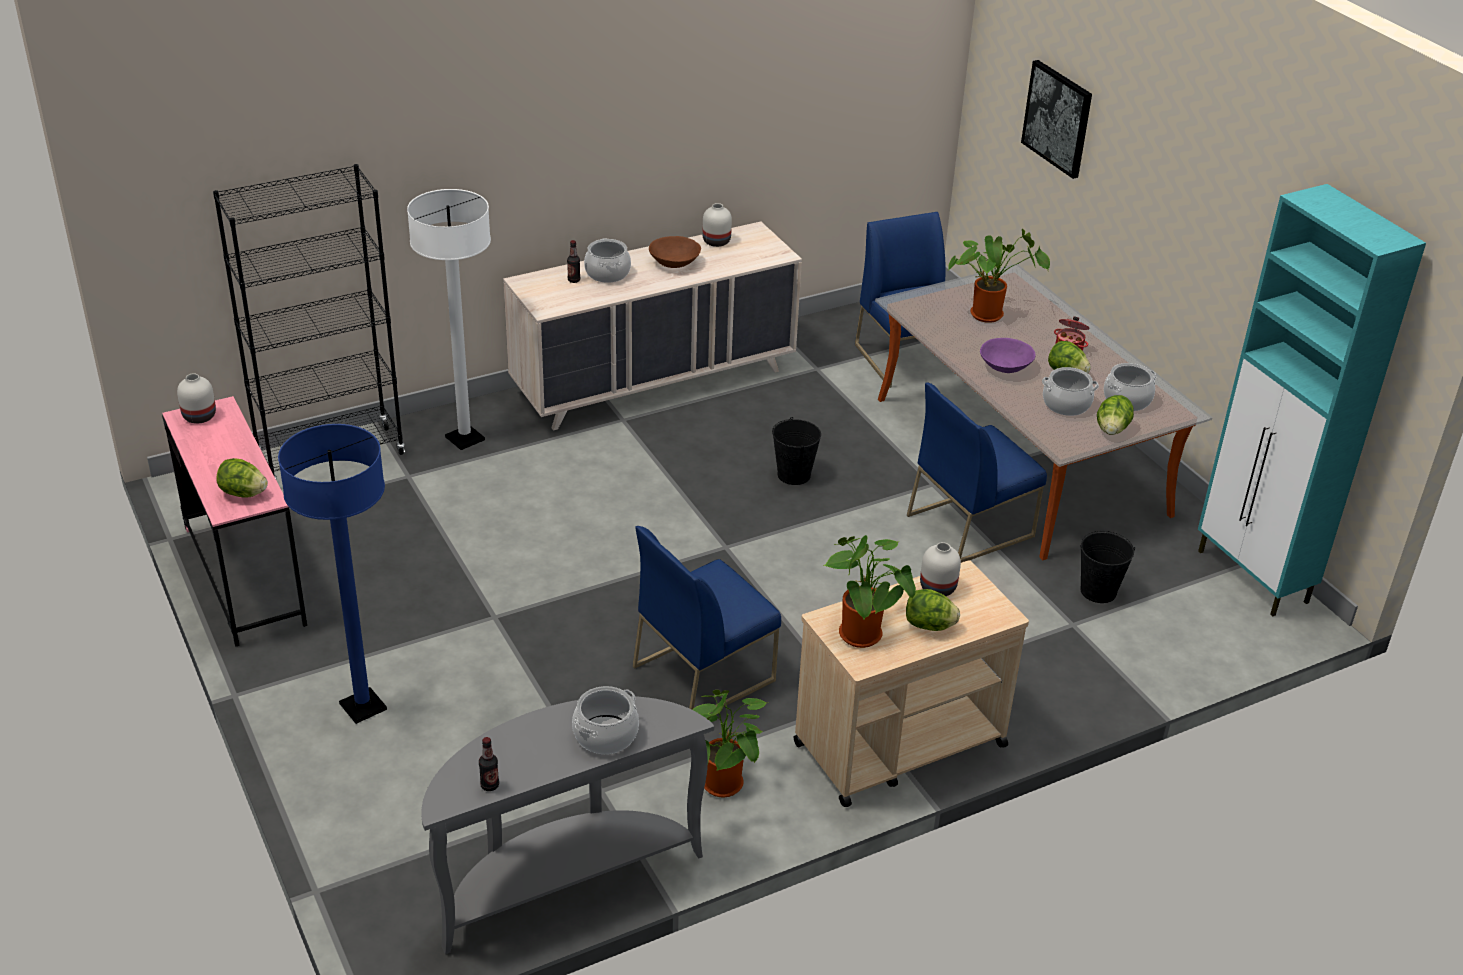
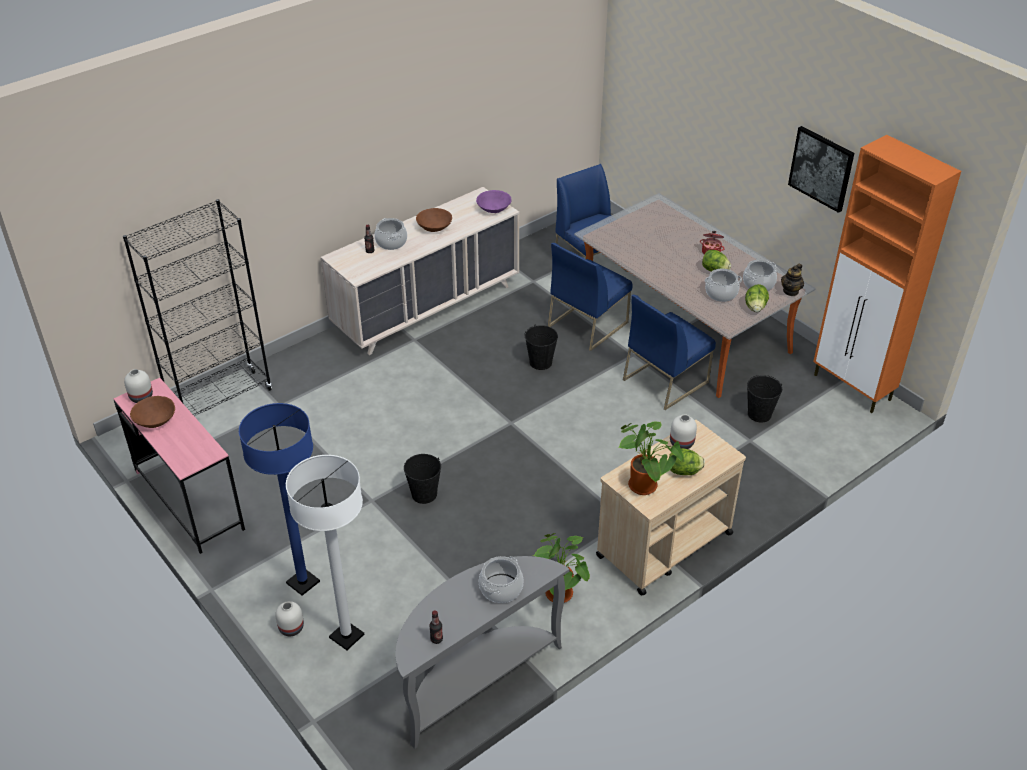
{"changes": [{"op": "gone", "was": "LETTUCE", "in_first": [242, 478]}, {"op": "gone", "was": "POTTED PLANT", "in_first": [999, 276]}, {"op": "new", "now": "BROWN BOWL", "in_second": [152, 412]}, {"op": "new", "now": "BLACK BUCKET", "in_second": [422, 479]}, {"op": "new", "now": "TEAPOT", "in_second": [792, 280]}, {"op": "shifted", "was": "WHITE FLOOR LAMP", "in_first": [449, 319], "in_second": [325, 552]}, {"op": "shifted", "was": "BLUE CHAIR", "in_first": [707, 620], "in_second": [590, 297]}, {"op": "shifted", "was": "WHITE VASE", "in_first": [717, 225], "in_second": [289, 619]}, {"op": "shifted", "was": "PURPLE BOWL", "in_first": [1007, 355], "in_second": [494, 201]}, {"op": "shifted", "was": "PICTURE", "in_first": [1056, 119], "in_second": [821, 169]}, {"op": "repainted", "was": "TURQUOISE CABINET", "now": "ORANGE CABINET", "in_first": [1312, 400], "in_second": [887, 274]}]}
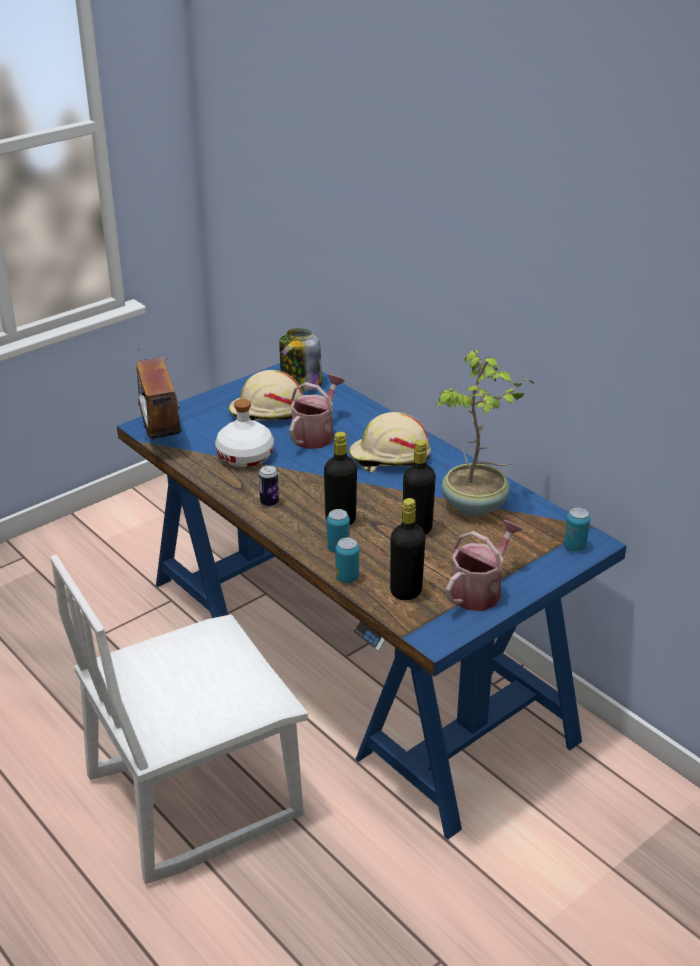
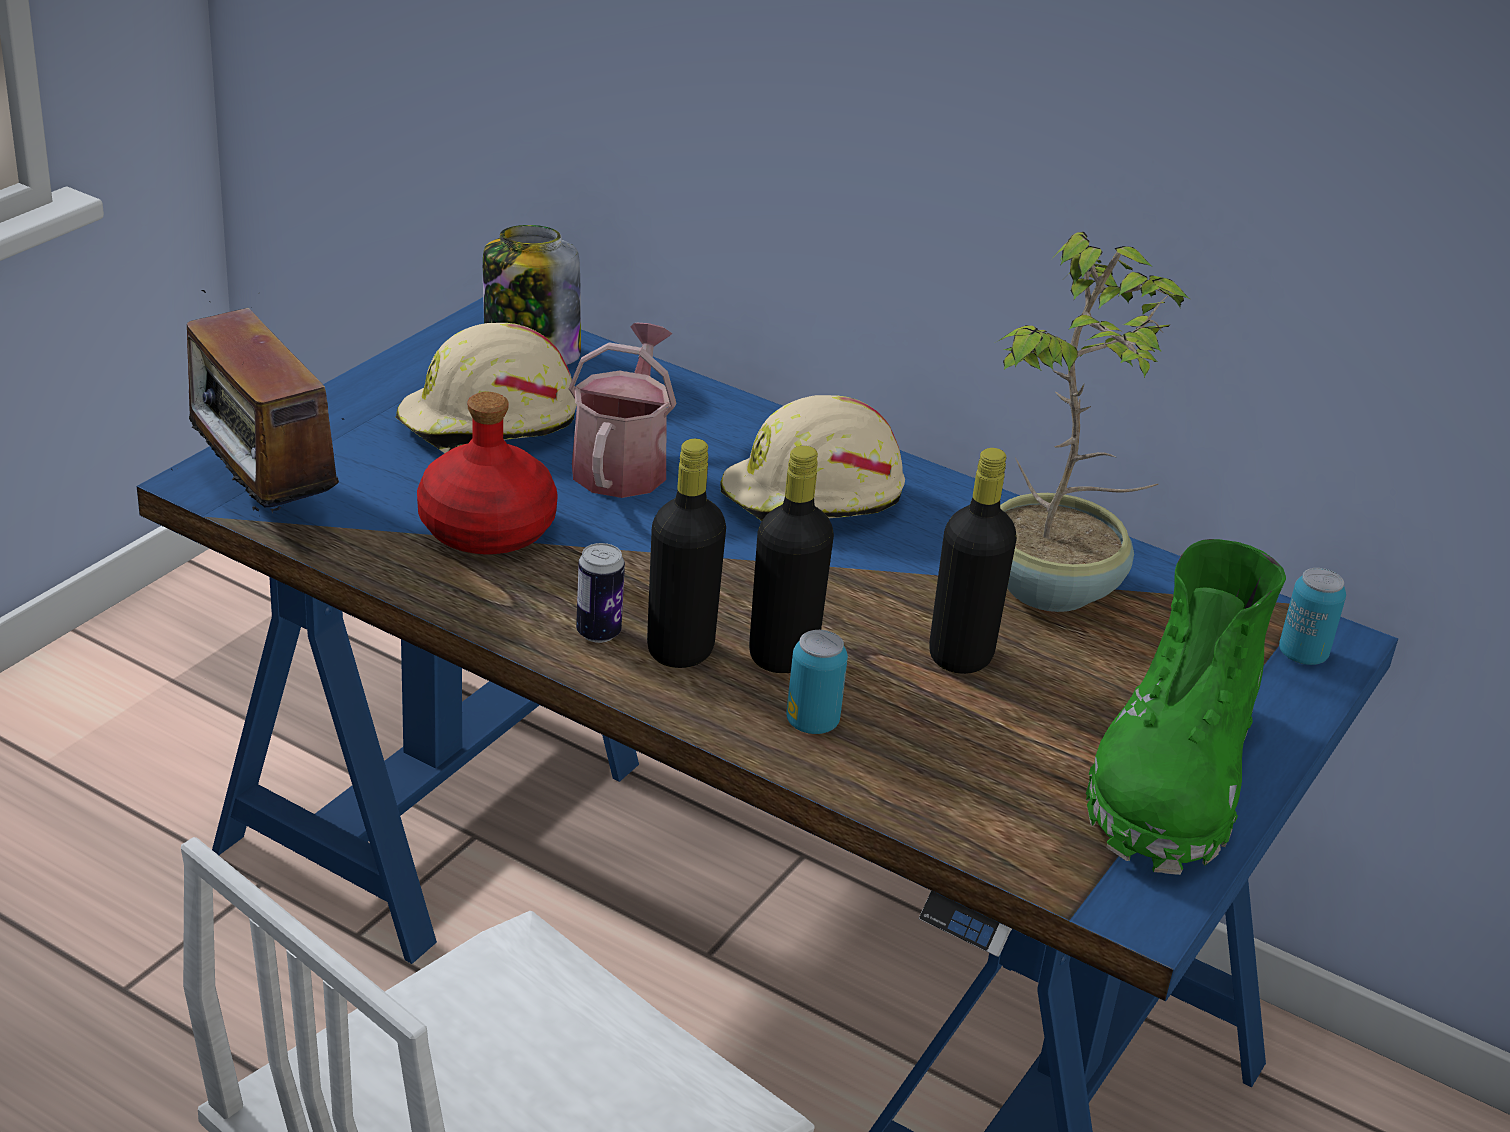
{"changes": [{"op": "gone", "was": "CAN", "in_first": [347, 560]}, {"op": "shifted", "was": "BLACK BOTTLE", "in_first": [407, 549], "in_second": [686, 553]}, {"op": "swapped", "was": "WATERING CAN", "now": "GREEN BOOT", "in_first": [484, 565], "in_second": [1186, 707]}, {"op": "repainted", "was": "WHITE BOTTLE", "now": "RED BOTTLE", "in_first": [244, 433], "in_second": [487, 473]}]}
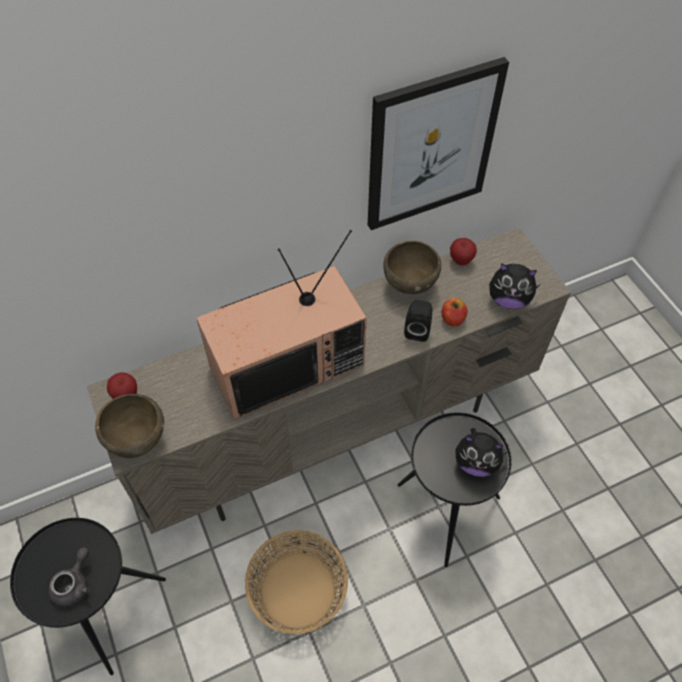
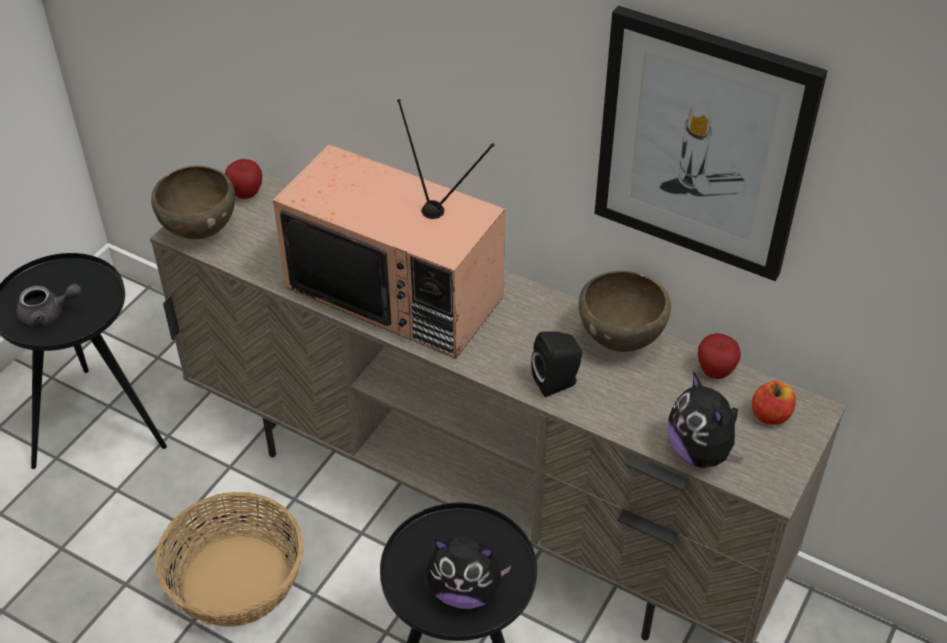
{"changes": [{"op": "shifted", "was": "APPLE", "in_first": [455, 312], "in_second": [774, 403]}, {"op": "rotated", "was": "PLUSH TOY", "in_first": [481, 452], "in_second": [469, 572], "clockwise": -60}]}
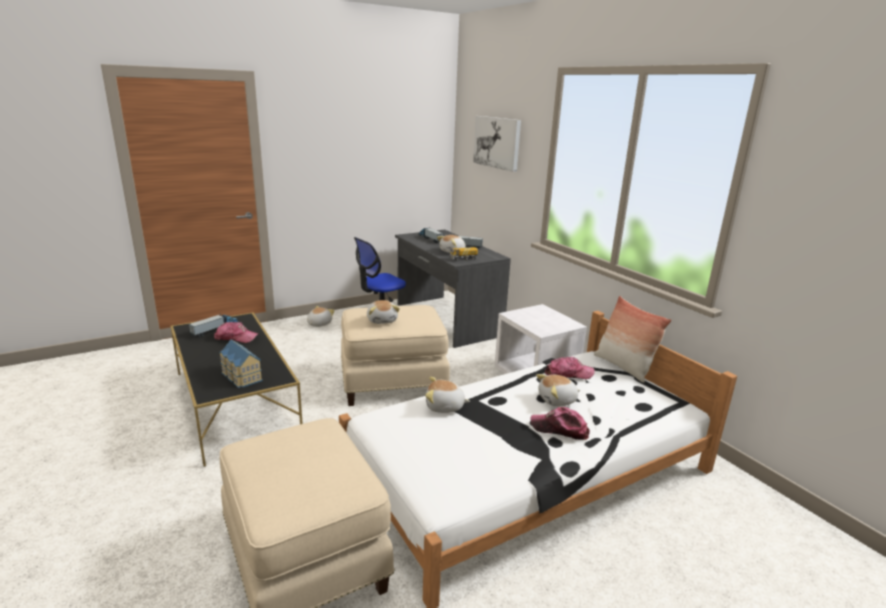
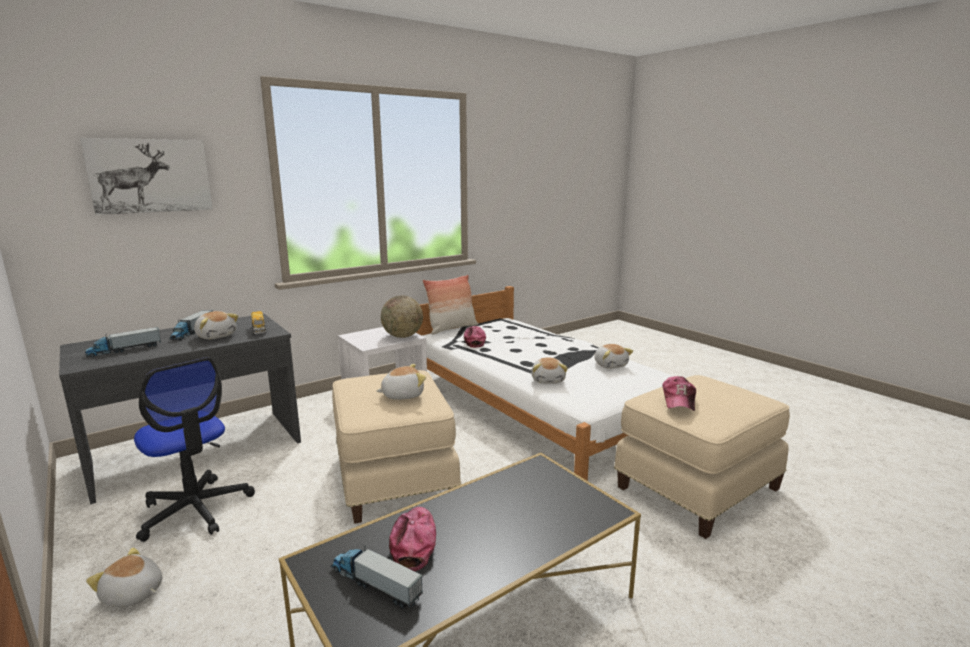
{"changes": [{"op": "gone", "was": "TOY HOUSE", "in_first": [241, 363]}, {"op": "new", "now": "GLOBE", "in_second": [402, 316]}, {"op": "shifted", "was": "CAP", "in_first": [560, 423], "in_second": [679, 393]}, {"op": "shifted", "was": "PLUSH TOY", "in_first": [558, 390], "in_second": [613, 356]}]}
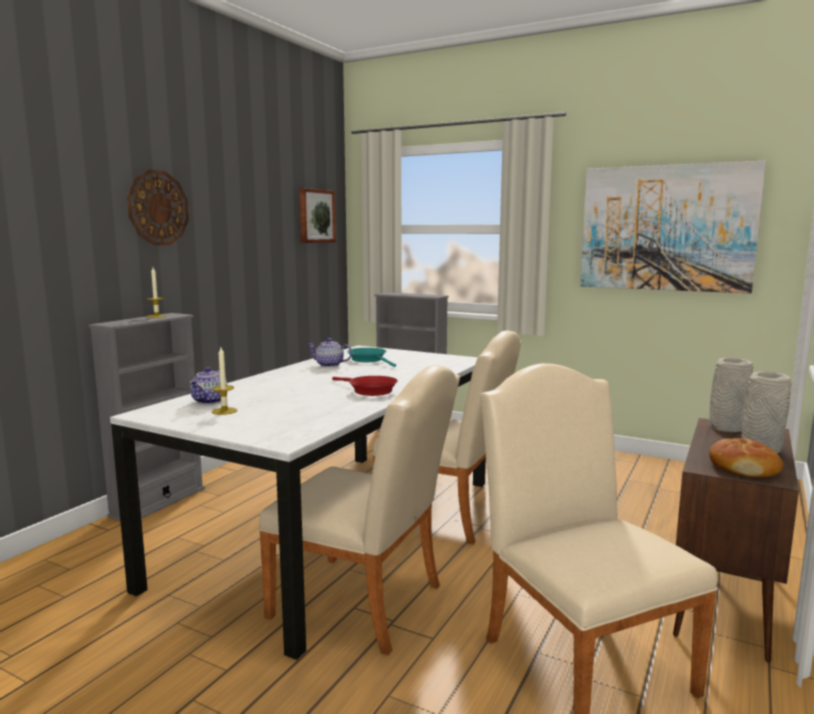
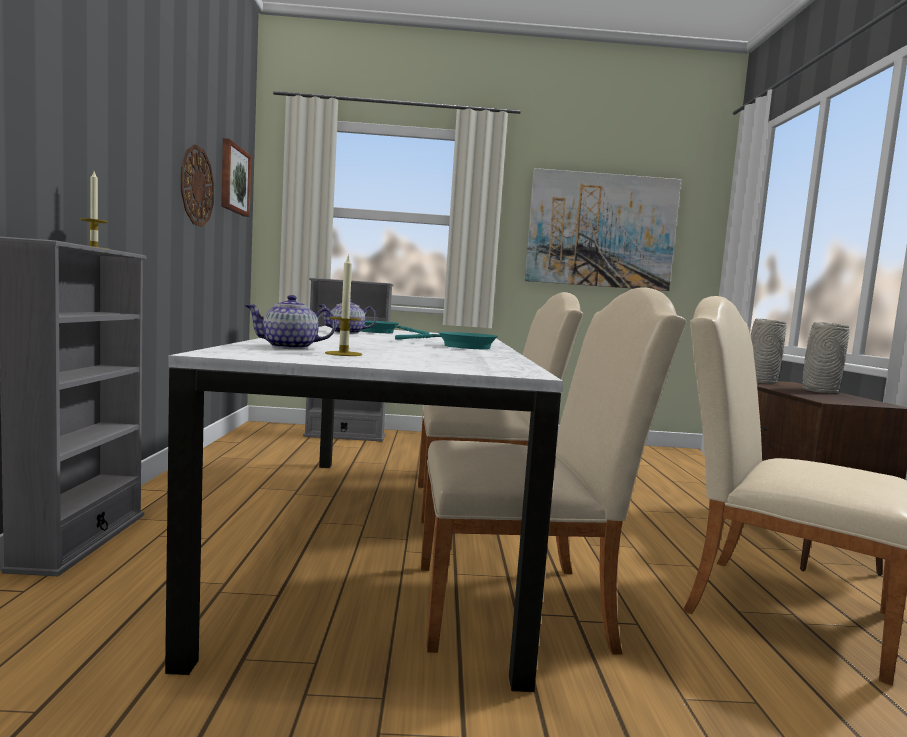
{"changes": [{"op": "gone", "was": "BREAD", "in_first": [746, 457]}, {"op": "shifted", "was": "WALL CLOCK", "in_first": [158, 208], "in_second": [197, 185]}, {"op": "repainted", "was": "RED FRYING PAN", "now": "TURQUOISE FRYING PAN", "in_first": [365, 386], "in_second": [446, 340]}, {"op": "rotated", "was": "TEAPOT", "in_first": [208, 385], "in_second": [290, 322], "clockwise": 90}]}
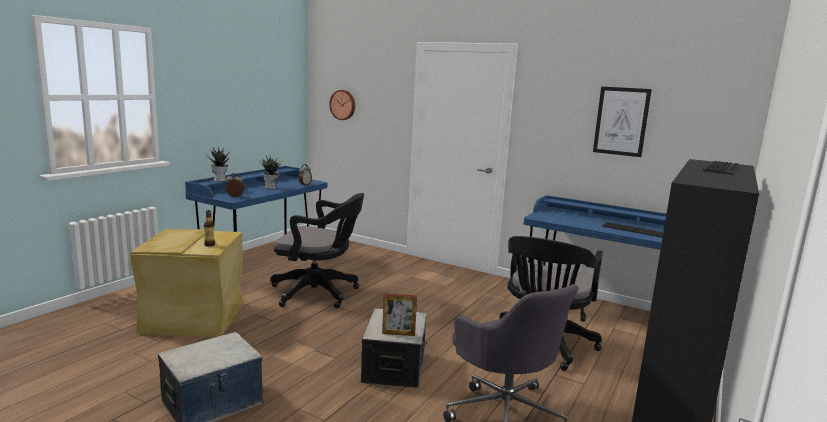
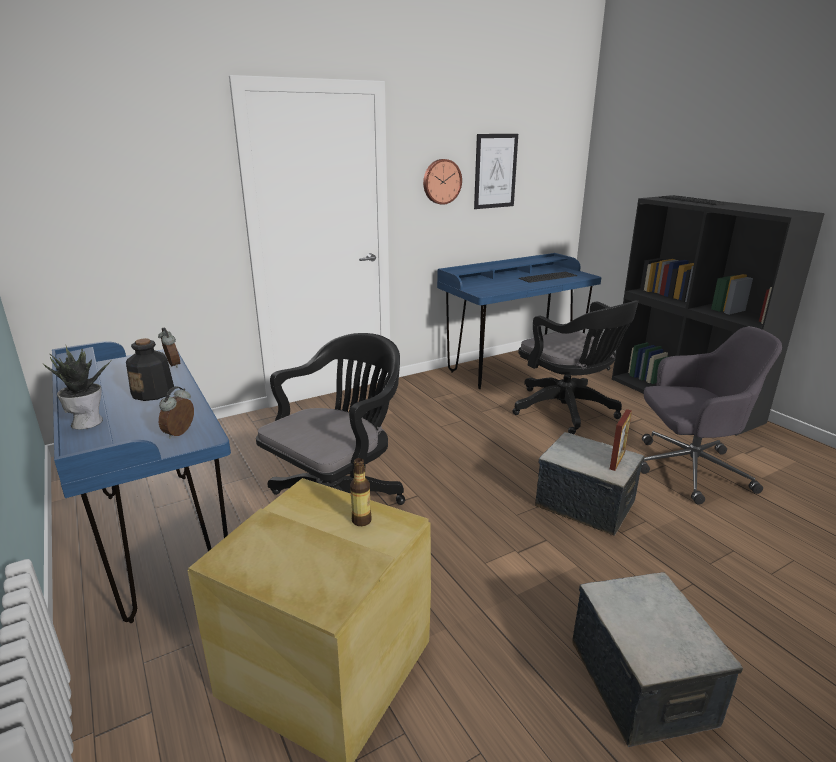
{"changes": [{"op": "shifted", "was": "WALL CLOCK", "in_first": [342, 105], "in_second": [442, 182]}, {"op": "swapped", "was": "POTTED PLANT", "now": "BOTTLE", "in_first": [270, 172], "in_second": [150, 369]}]}
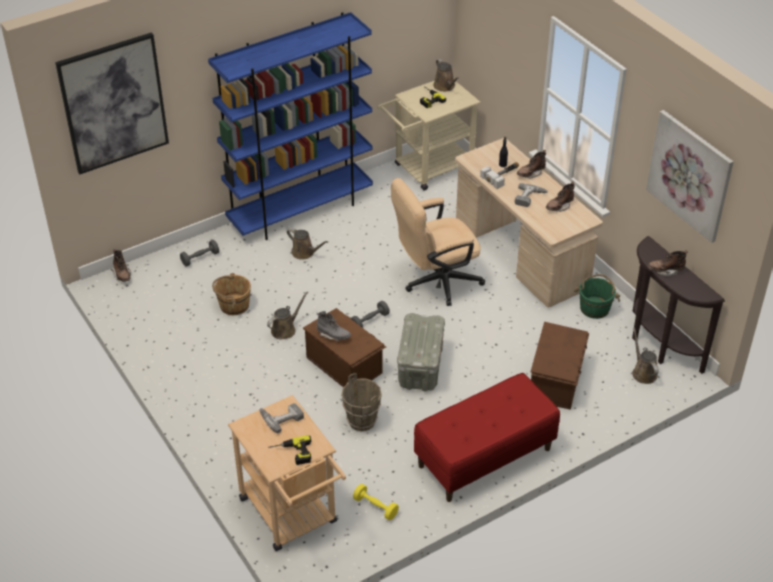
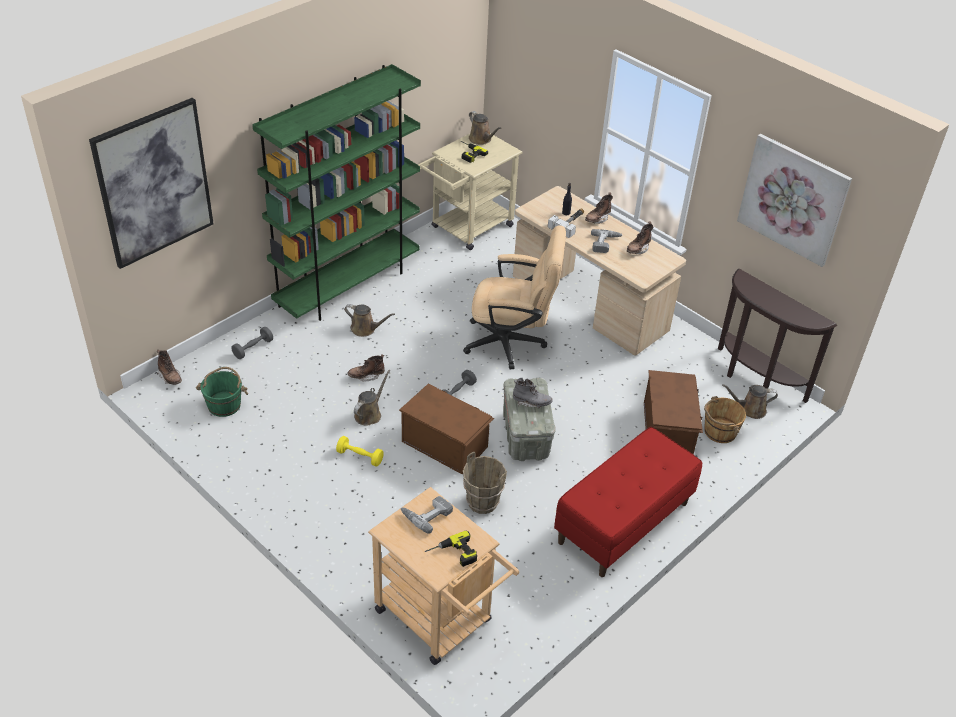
{"changes": [{"op": "shifted", "was": "BROWN BUCKET", "in_first": [231, 294], "in_second": [725, 419]}, {"op": "shifted", "was": "GREY BOOT", "in_first": [333, 326], "in_second": [533, 393]}, {"op": "shifted", "was": "YELLOW DUMBBELL", "in_first": [376, 502], "in_second": [360, 451]}, {"op": "shifted", "was": "GREEN BUCKET", "in_first": [597, 296], "in_second": [222, 392]}, {"op": "shifted", "was": "BROWN BOOT", "in_first": [668, 263], "in_second": [366, 367]}, {"op": "repainted", "was": "BLUE BOOKCASE", "now": "GREEN BOOKCASE", "in_first": [290, 126], "in_second": [336, 192]}, {"op": "rotated", "was": "BEIGE OFFICE CHAIR", "in_first": [438, 242], "in_second": [514, 297], "clockwise": -135}, {"op": "rotated", "was": "BROWN WATERING CAN", "in_first": [645, 356], "in_second": [750, 401], "clockwise": -60}]}
